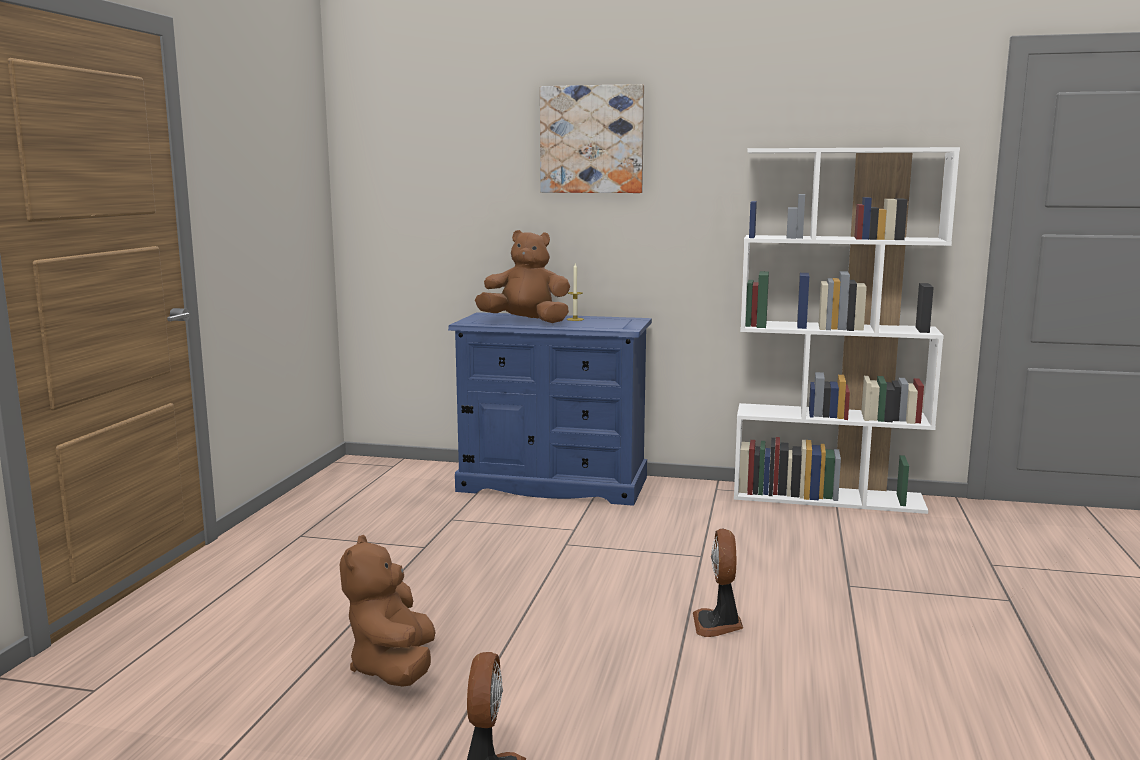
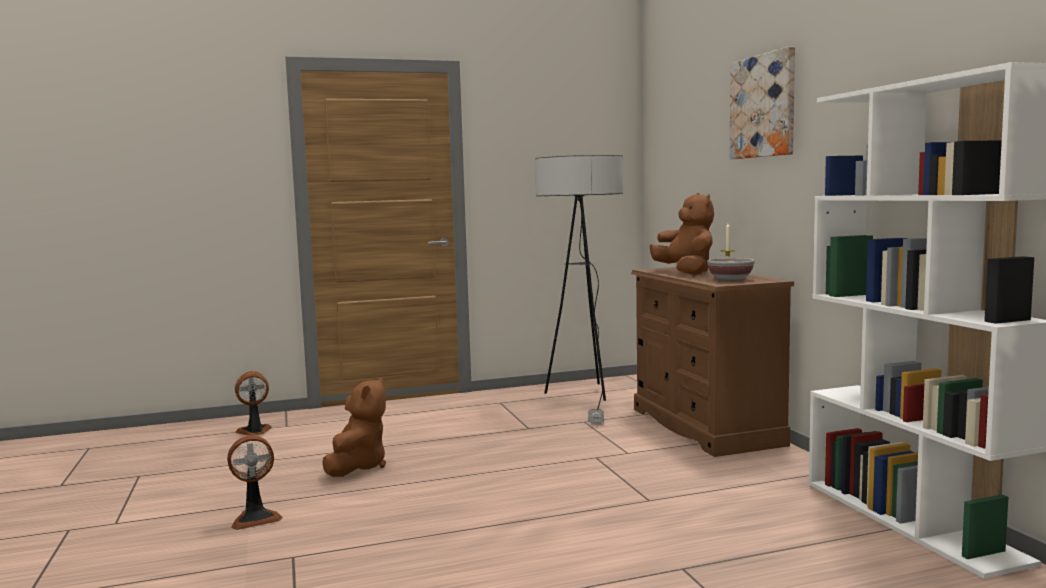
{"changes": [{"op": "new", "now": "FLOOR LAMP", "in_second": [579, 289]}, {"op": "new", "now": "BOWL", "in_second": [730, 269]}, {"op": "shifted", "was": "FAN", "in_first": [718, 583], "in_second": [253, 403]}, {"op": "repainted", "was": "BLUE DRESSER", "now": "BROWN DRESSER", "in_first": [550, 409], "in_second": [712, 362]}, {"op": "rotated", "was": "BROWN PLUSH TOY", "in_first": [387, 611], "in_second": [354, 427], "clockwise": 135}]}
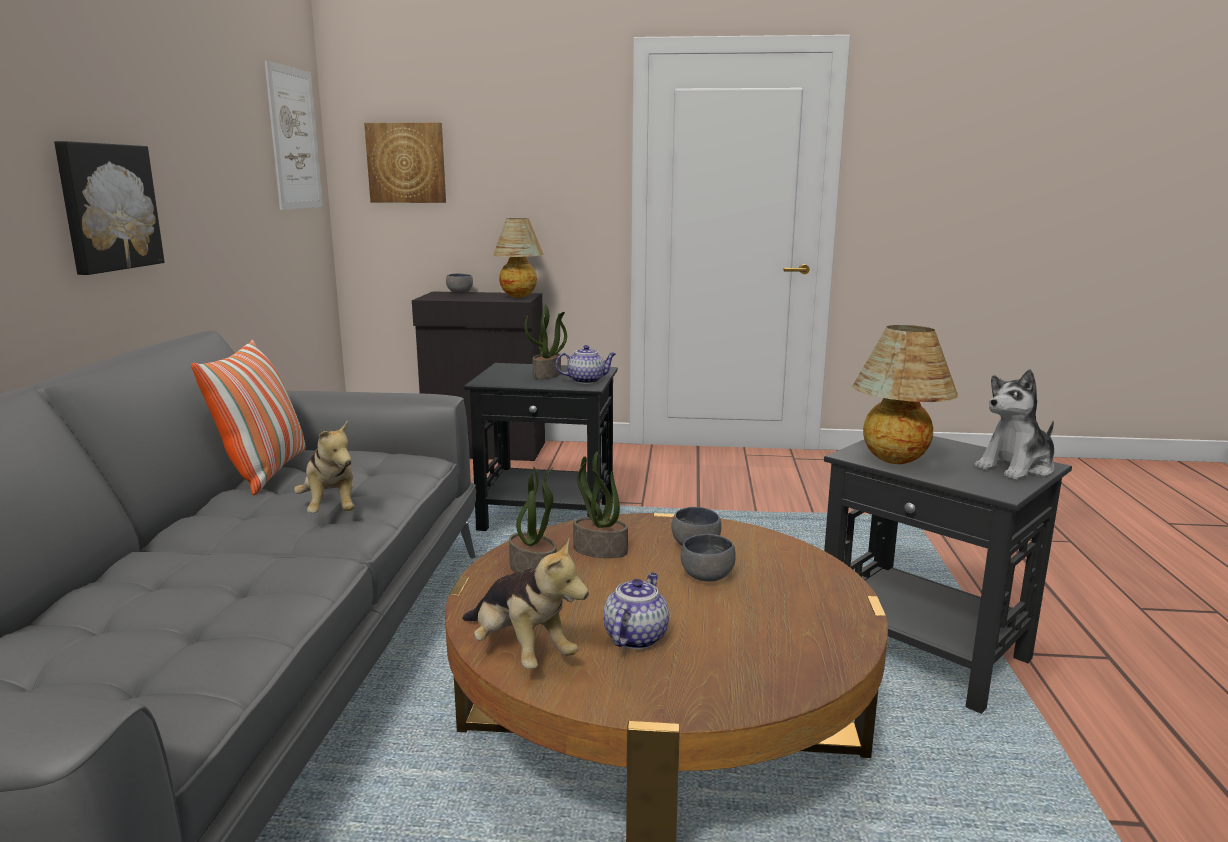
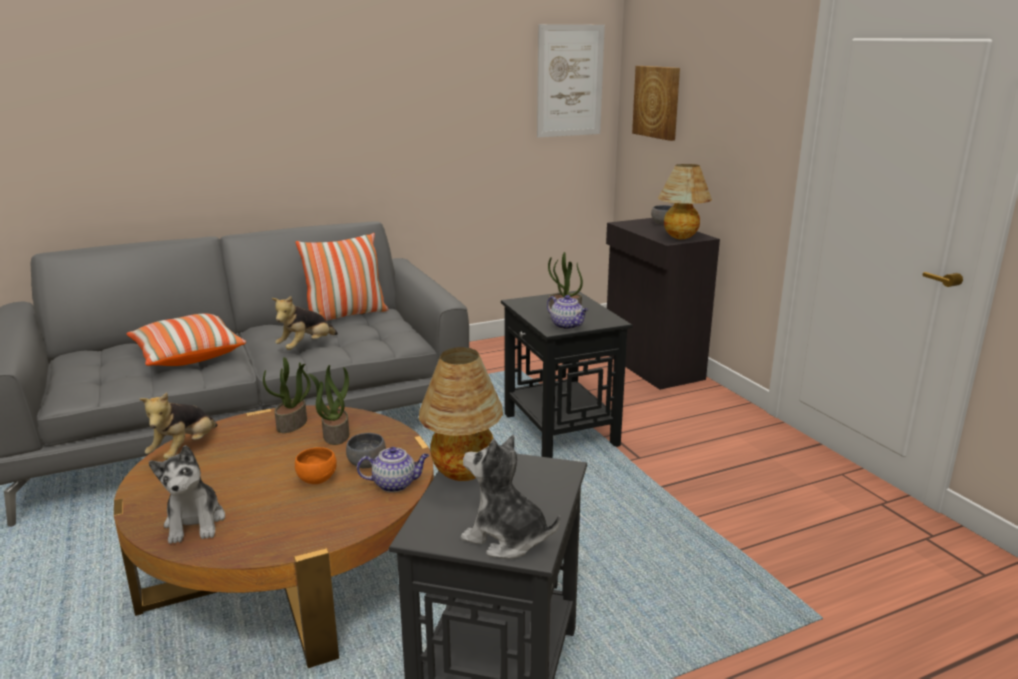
{"changes": [{"op": "gone", "was": "PICTURE", "in_first": [109, 208]}, {"op": "new", "now": "PILLOW", "in_second": [186, 340]}, {"op": "new", "now": "PLUSH TOY", "in_second": [187, 494]}, {"op": "shifted", "was": "TEAPOT", "in_first": [636, 611], "in_second": [393, 469]}, {"op": "repainted", "was": "GREY BOWL", "now": "ORANGE BOWL", "in_first": [708, 558], "in_second": [316, 465]}]}
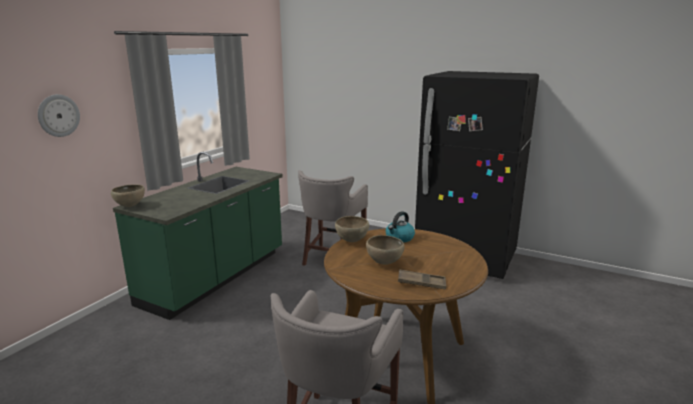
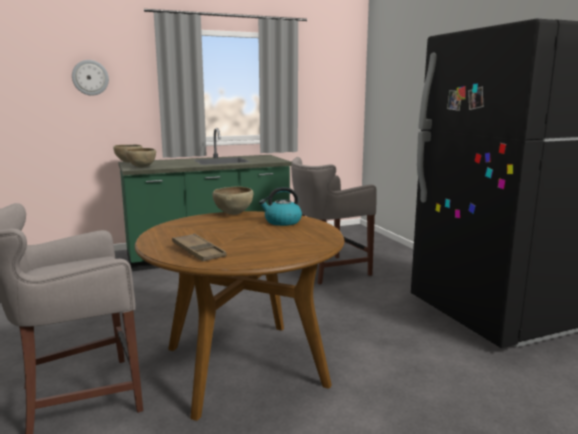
{"changes": [{"op": "shifted", "was": "BROWN BOWL", "in_first": [385, 249], "in_second": [140, 158]}]}
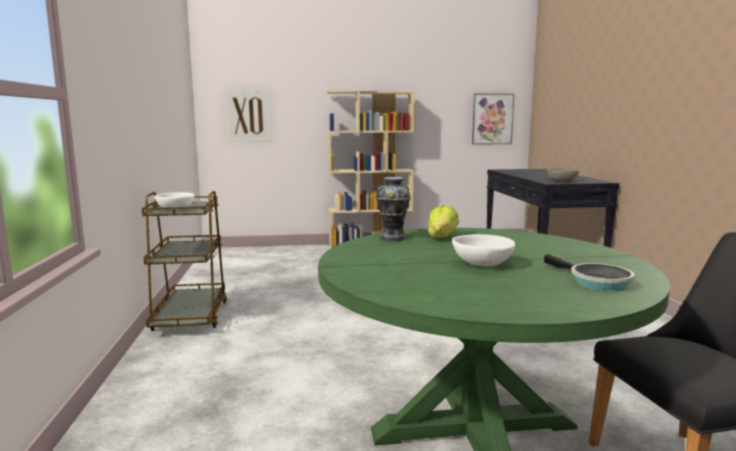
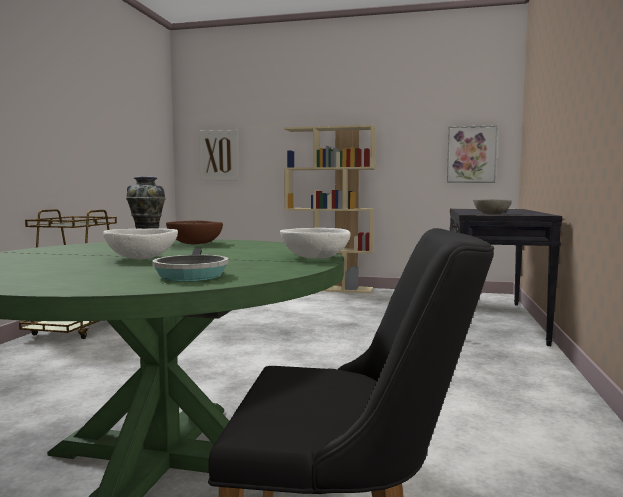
{"changes": [{"op": "shifted", "was": "WHITE BOWL", "in_first": [174, 201], "in_second": [315, 243]}, {"op": "swapped", "was": "LETTUCE", "now": "BROWN BOWL", "in_first": [443, 221], "in_second": [194, 232]}]}
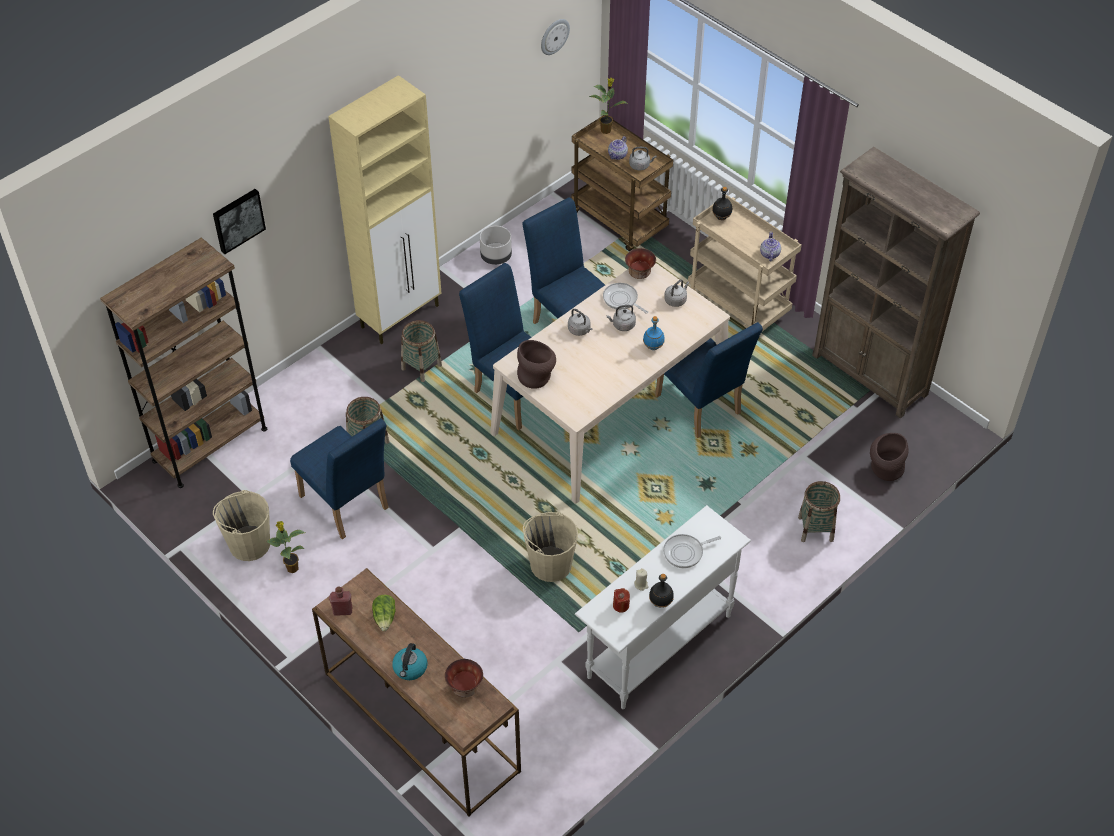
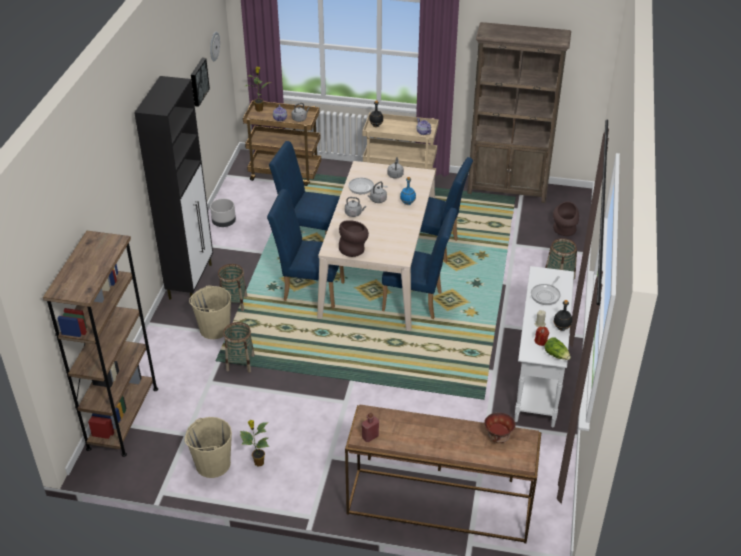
{"changes": [{"op": "gone", "was": "KETTLE", "in_first": [410, 661]}, {"op": "gone", "was": "BOWL", "in_first": [640, 263]}, {"op": "shifted", "was": "PICTURE", "in_first": [239, 221], "in_second": [200, 82]}, {"op": "shifted", "was": "BLUE CHAIR", "in_first": [339, 479], "in_second": [419, 263]}, {"op": "shifted", "was": "LETTUCE", "in_first": [384, 613], "in_second": [558, 348]}, {"op": "shifted", "was": "BEIGE BUCKET", "in_first": [550, 547], "in_second": [210, 312]}, {"op": "repainted", "was": "BEIGE CABINET", "now": "BLACK CABINET", "in_first": [385, 209], "in_second": [173, 188]}]}
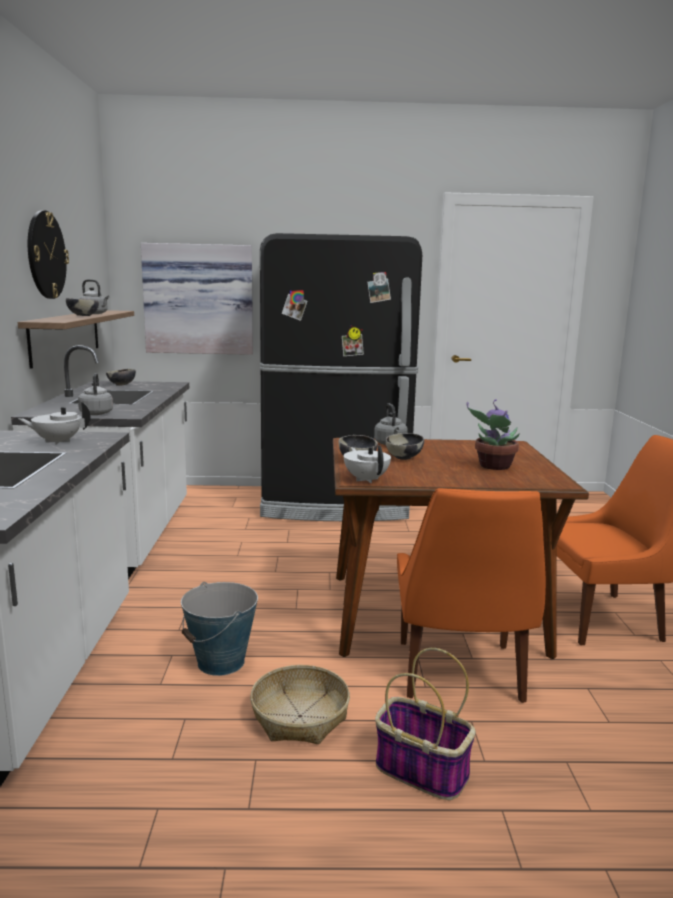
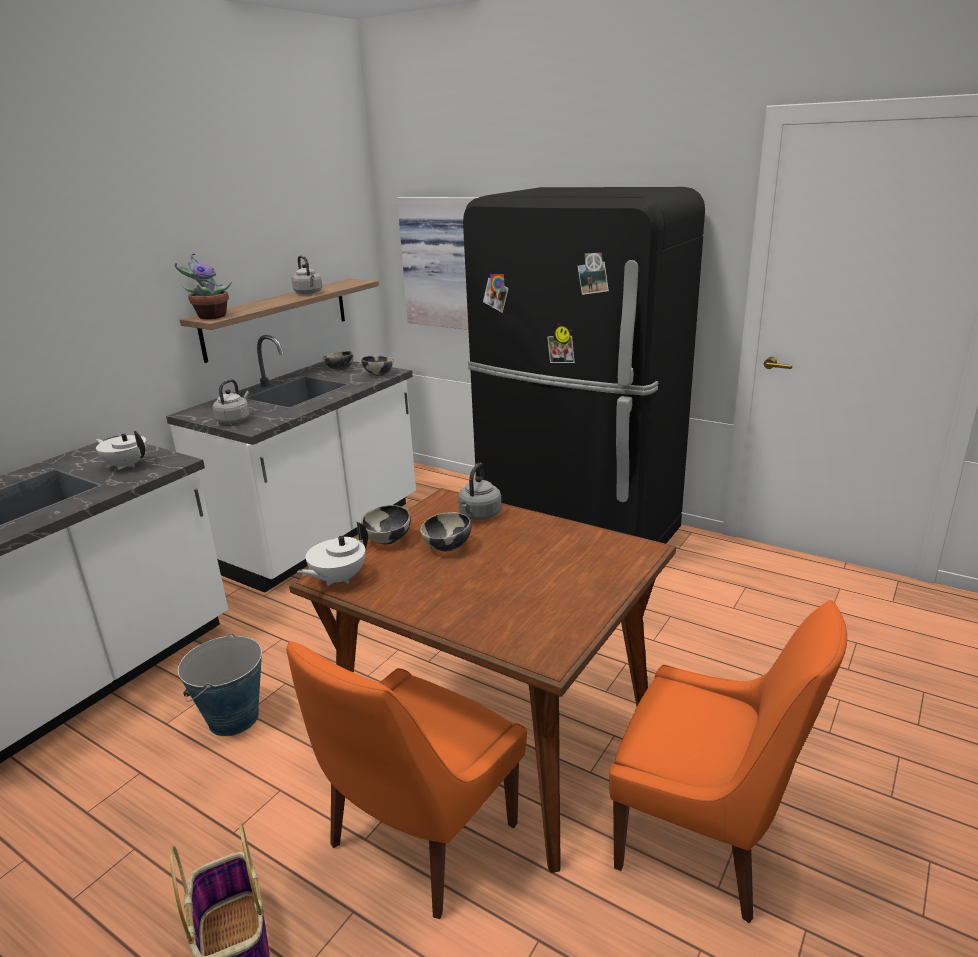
{"changes": [{"op": "gone", "was": "WALL CLOCK", "in_first": [48, 254]}, {"op": "gone", "was": "BASKET", "in_first": [300, 704]}, {"op": "shifted", "was": "BOWL", "in_first": [82, 307], "in_second": [377, 366]}, {"op": "shifted", "was": "POTTED PLANT", "in_first": [493, 434], "in_second": [203, 286]}, {"op": "rotated", "was": "WHITE TEAPOT", "in_first": [367, 464], "in_second": [332, 554], "clockwise": -150}]}
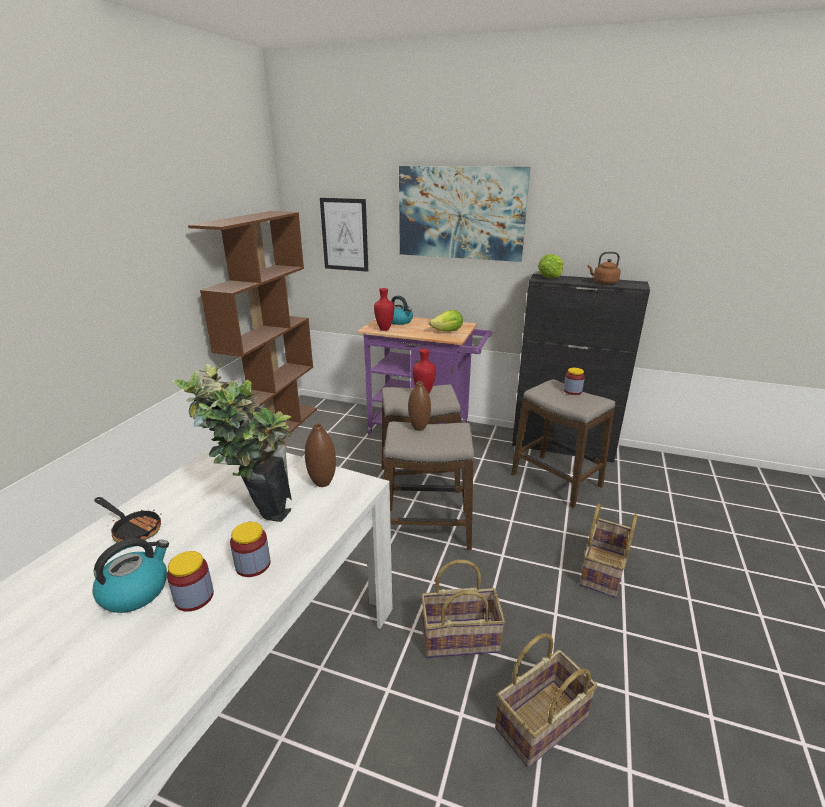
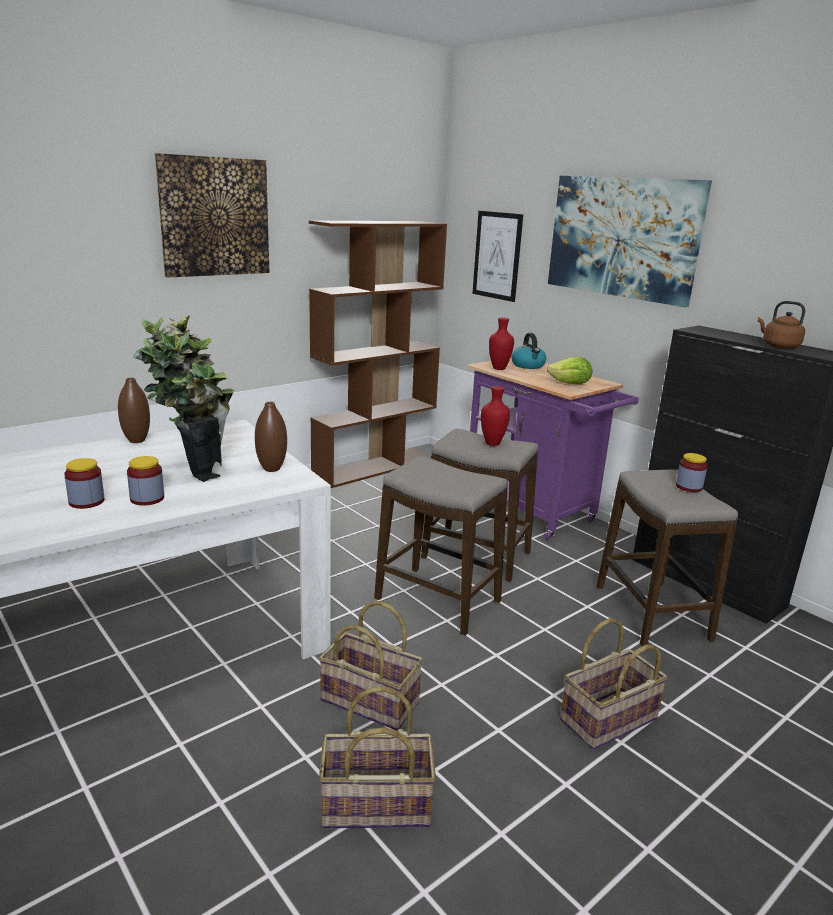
{"changes": [{"op": "gone", "was": "KETTLE", "in_first": [130, 575]}, {"op": "gone", "was": "FRYING PAN", "in_first": [127, 519]}, {"op": "gone", "was": "LETTUCE", "in_first": [550, 266]}, {"op": "new", "now": "PICTURE", "in_second": [212, 215]}, {"op": "shifted", "was": "BROWN VASE", "in_first": [419, 406], "in_second": [134, 410]}]}
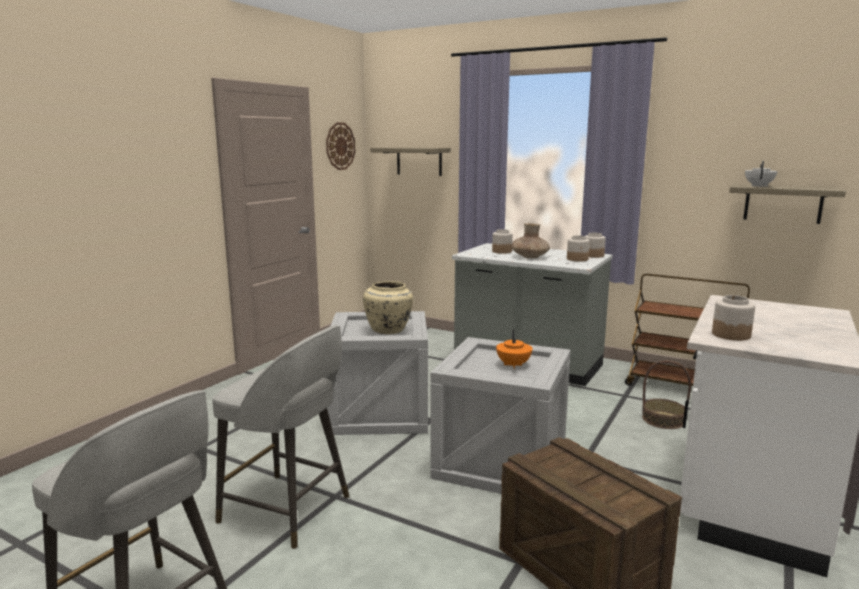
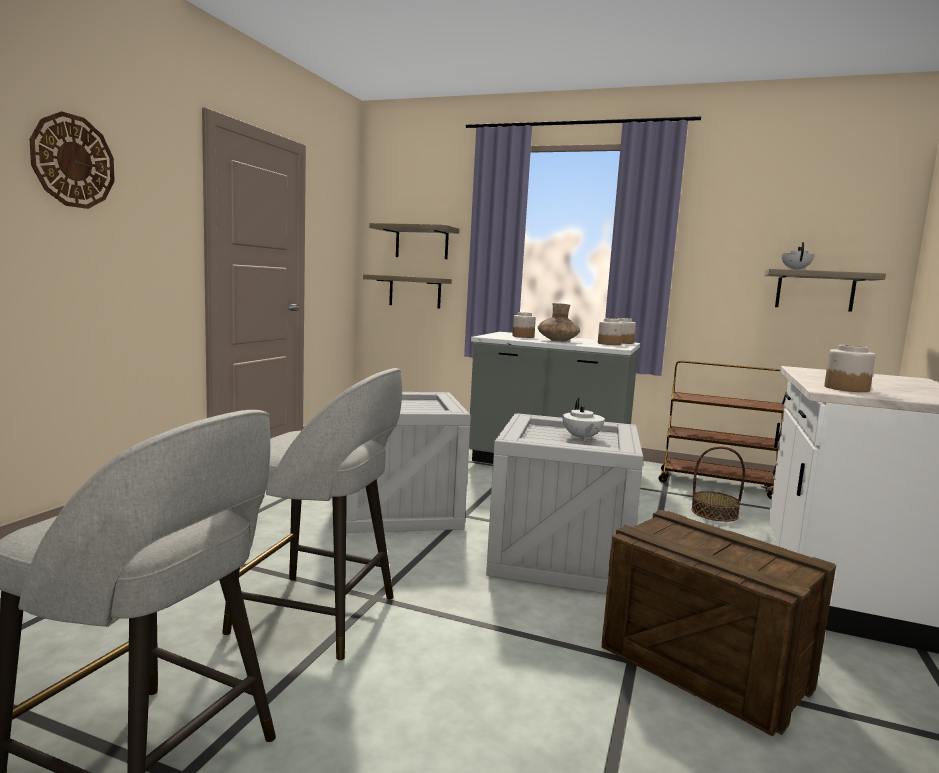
{"changes": [{"op": "gone", "was": "BEIGE VASE", "in_first": [388, 307]}, {"op": "new", "now": "SHELF", "in_second": [407, 291]}, {"op": "shifted", "was": "WALL CLOCK", "in_first": [340, 146], "in_second": [72, 160]}, {"op": "repainted", "was": "ORANGE TEAPOT", "now": "WHITE TEAPOT", "in_first": [514, 349], "in_second": [583, 419]}]}
